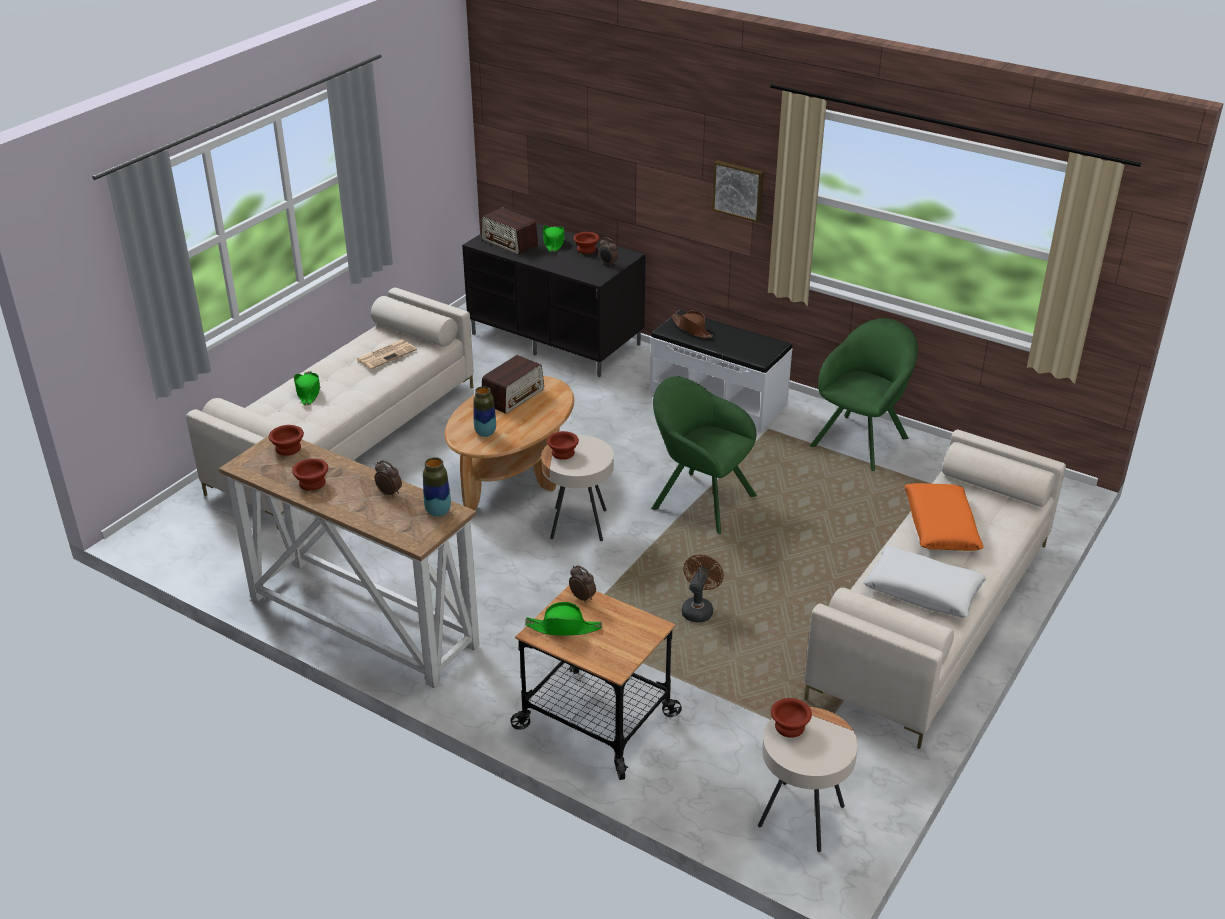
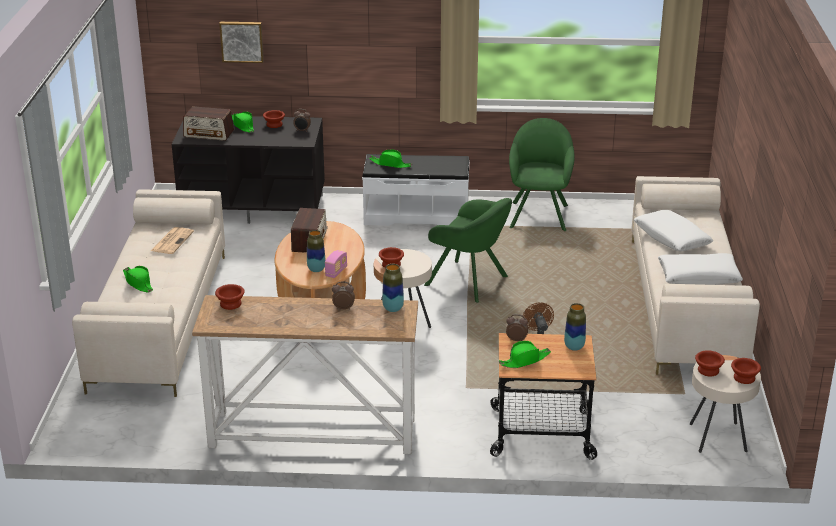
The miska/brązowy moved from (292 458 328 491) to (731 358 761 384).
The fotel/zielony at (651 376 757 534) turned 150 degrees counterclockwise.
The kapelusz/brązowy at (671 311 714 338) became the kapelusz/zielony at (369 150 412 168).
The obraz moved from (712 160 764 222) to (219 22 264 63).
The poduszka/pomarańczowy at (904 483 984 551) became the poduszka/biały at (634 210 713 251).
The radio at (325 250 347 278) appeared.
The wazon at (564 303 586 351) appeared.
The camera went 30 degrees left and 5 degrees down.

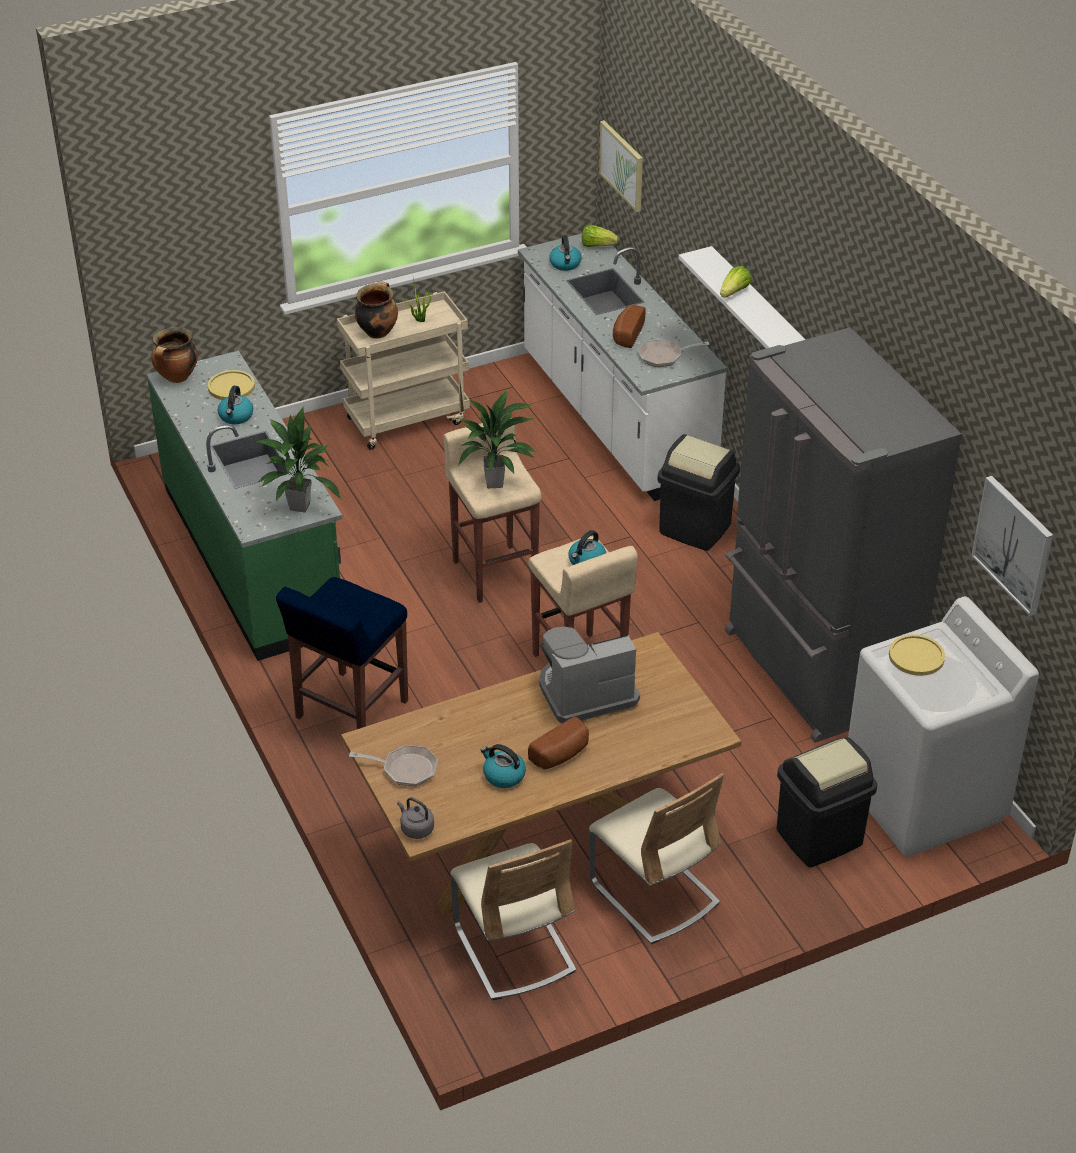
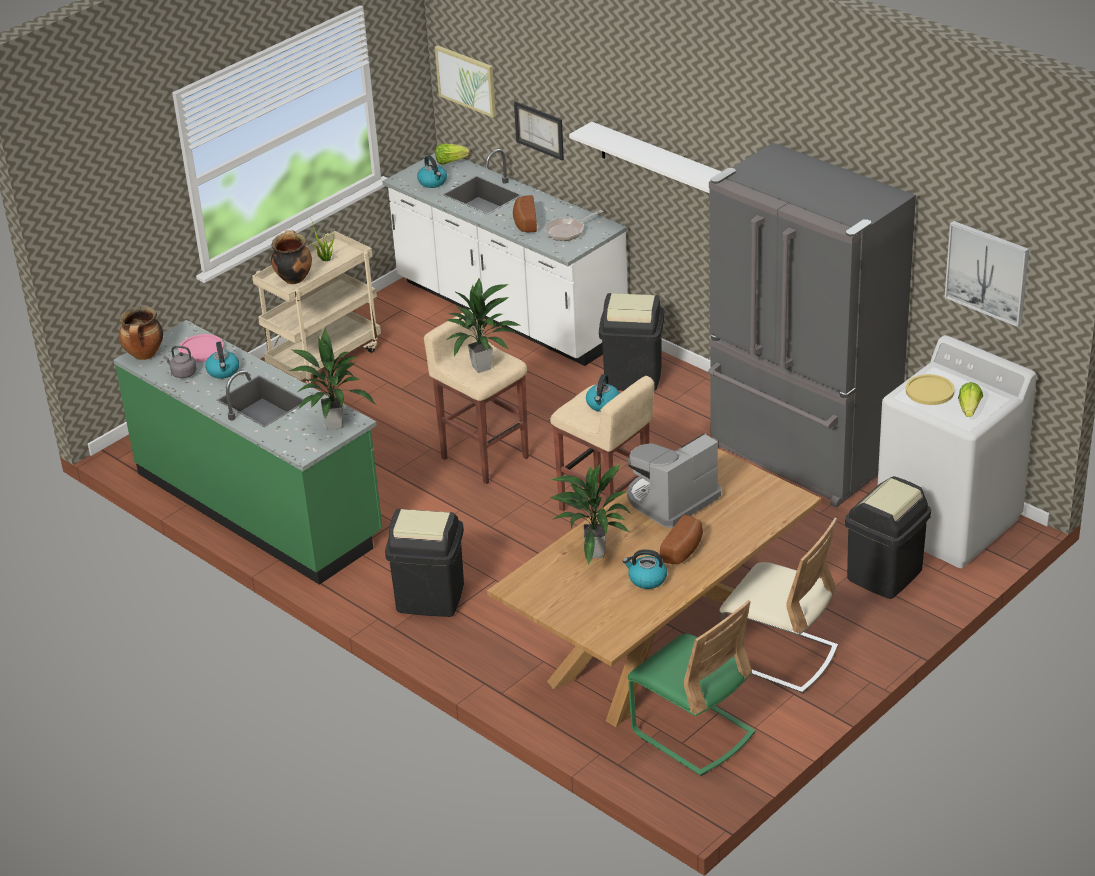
The talerz/żółty at (208 370 255 400) became the talerz/różowy at (179 334 224 362).
The stołek/niebieski at (276 577 408 729) was replaced by the kosz na śmieci/czarny at (385 508 464 617).
The patelnia at (349 745 438 786) disappeared.
The czajnik/szary moved from (397 797 434 839) to (163 346 197 378).
The krzesło/beżowy at (451 839 576 1000) became the krzesło/zielony at (628 600 755 776).
The sałata moved from (720 266 751 298) to (958 382 983 417).
The obraz at (514 101 564 161) appeared.
The roślina doniczkowa at (549 464 632 565) appeared.
The camera went 20 degrees left and 5 degrees down.

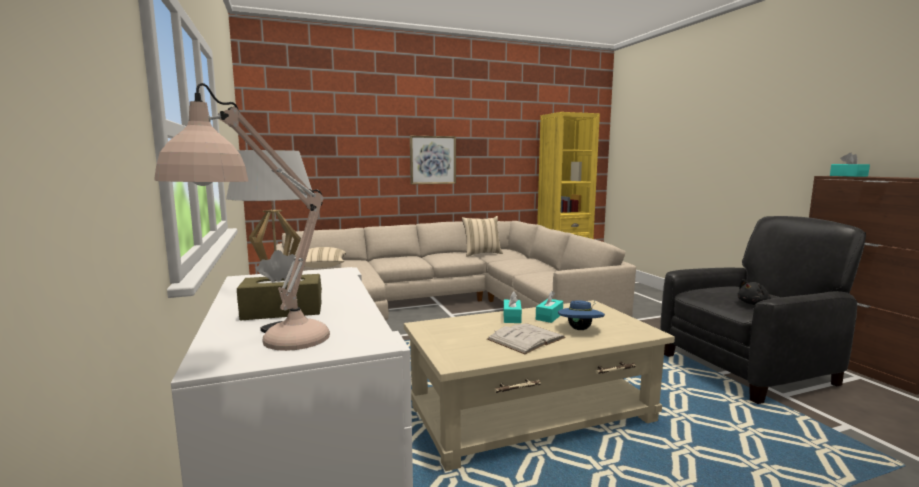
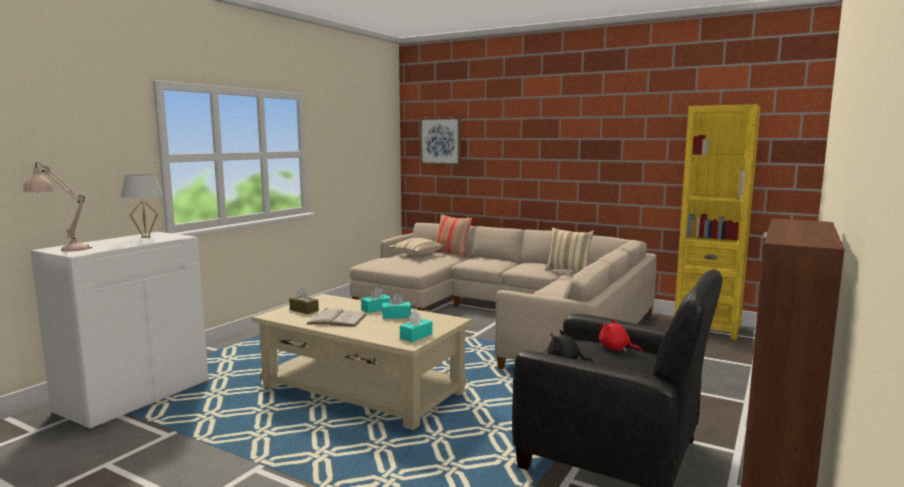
The pudełko chusteczek/brązowy moved from (237 250 322 321) to (289 288 319 314).
The obraz moved from (410 136 456 185) to (420 117 461 165).
The kapelusz/niebieski at (558 300 605 330) disappeared.
The pudełko chusteczek/turkusowy moved from (830 153 870 177) to (400 310 433 342).
The poduszka at (436 215 472 257) appeared.
The pluszak/czerwony at (599 318 642 352) appeared.
The camera went 50 degrees right and 0 degrees up.

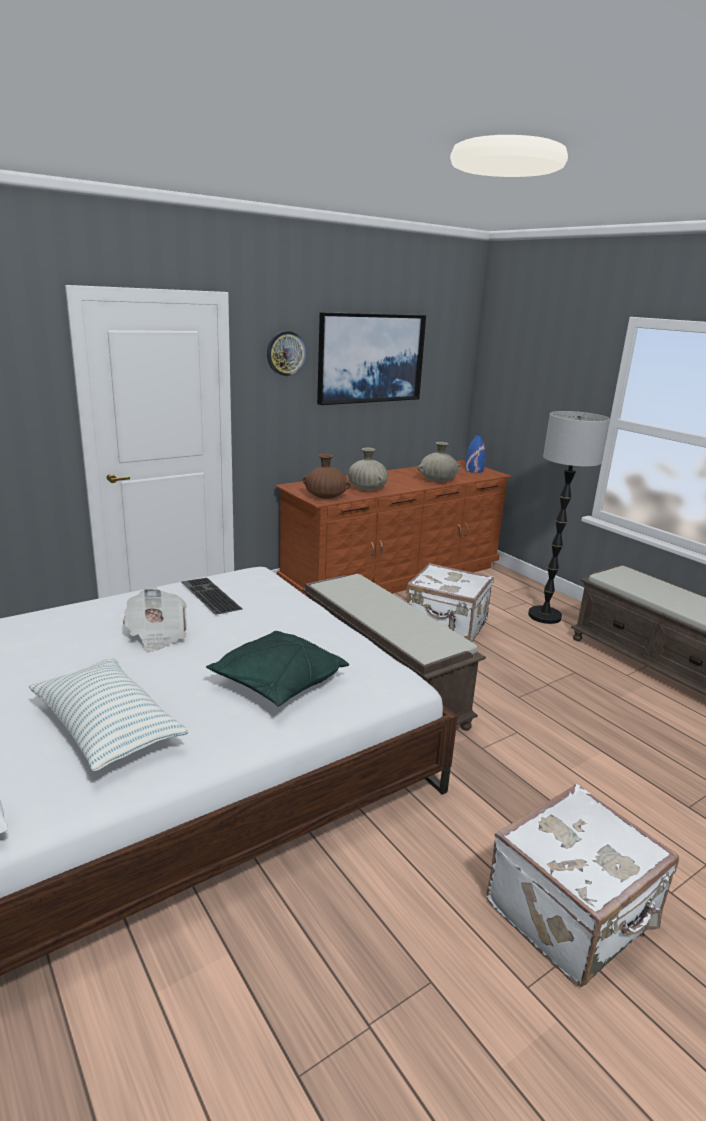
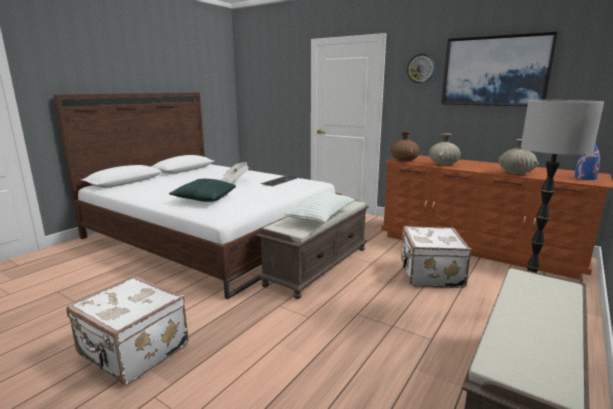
The poduszka moved from (29 658 188 771) to (285 192 354 223).
The camera went 70 degrees right and 5 degrees down.

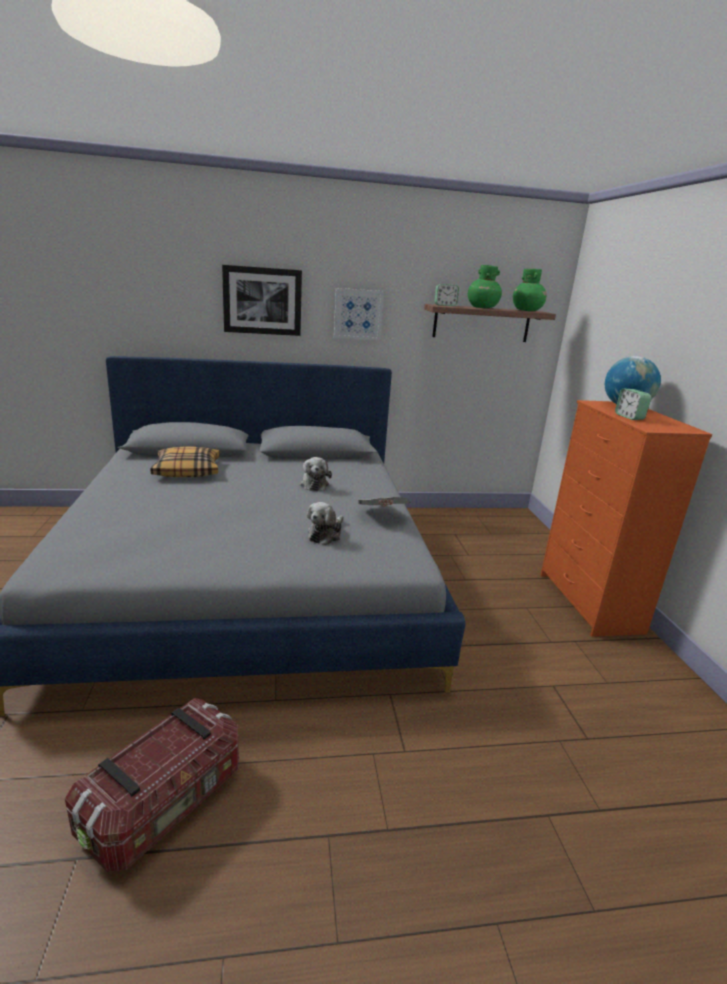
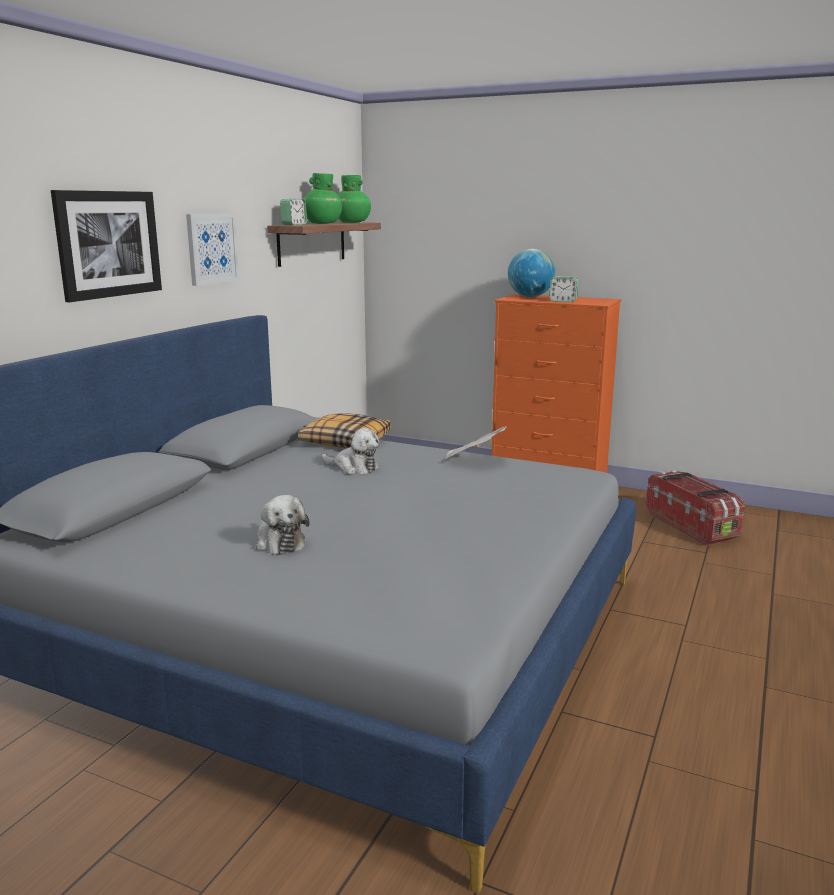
The pojemnik do przechowywania moved from (65 698 239 872) to (646 470 745 546).
The poduszka moved from (150 446 220 477) to (298 413 391 448).
The pluszak moved from (307 502 343 545) to (256 495 309 555).
The camera went 55 degrees left and 5 degrees down.

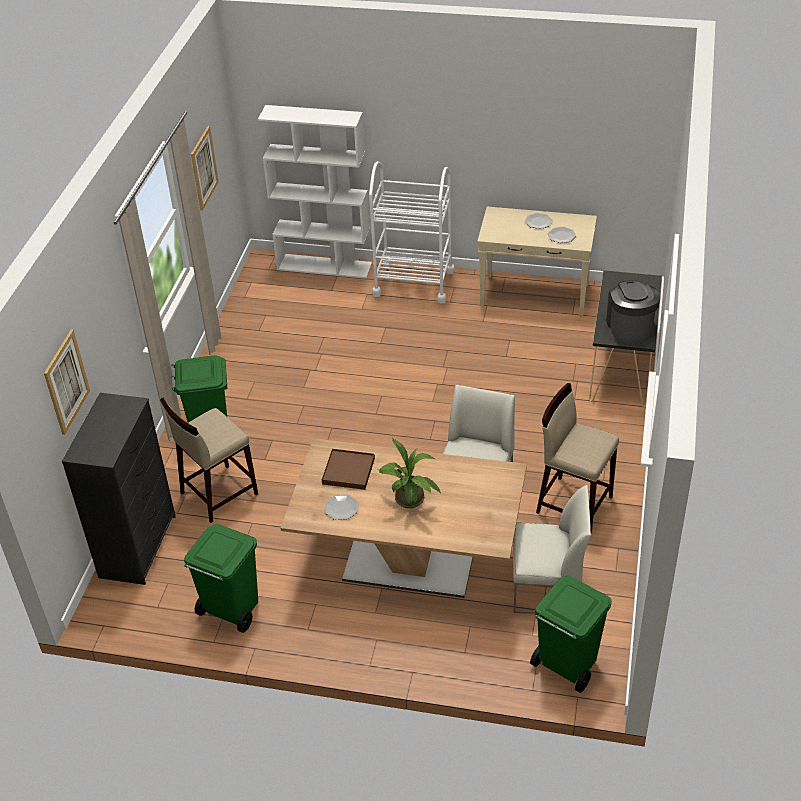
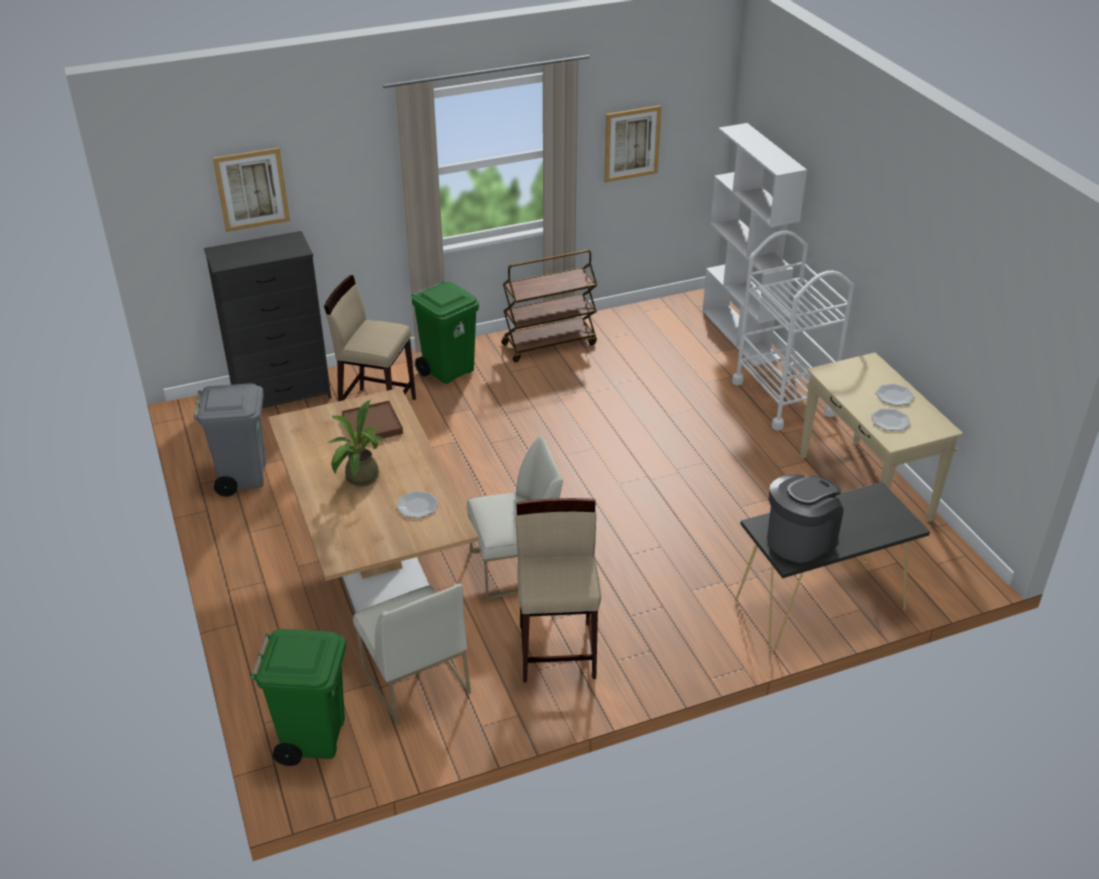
The kosz na śmieci/zielony at (184 524 258 633) became the kosz na śmieci/szary at (193 383 266 497).
The talerz moved from (325 494 358 520) to (396 491 438 518).
The wózek/brązowy at (501 250 597 362) appeared.
The camera went 55 degrees right and 5 degrees down.

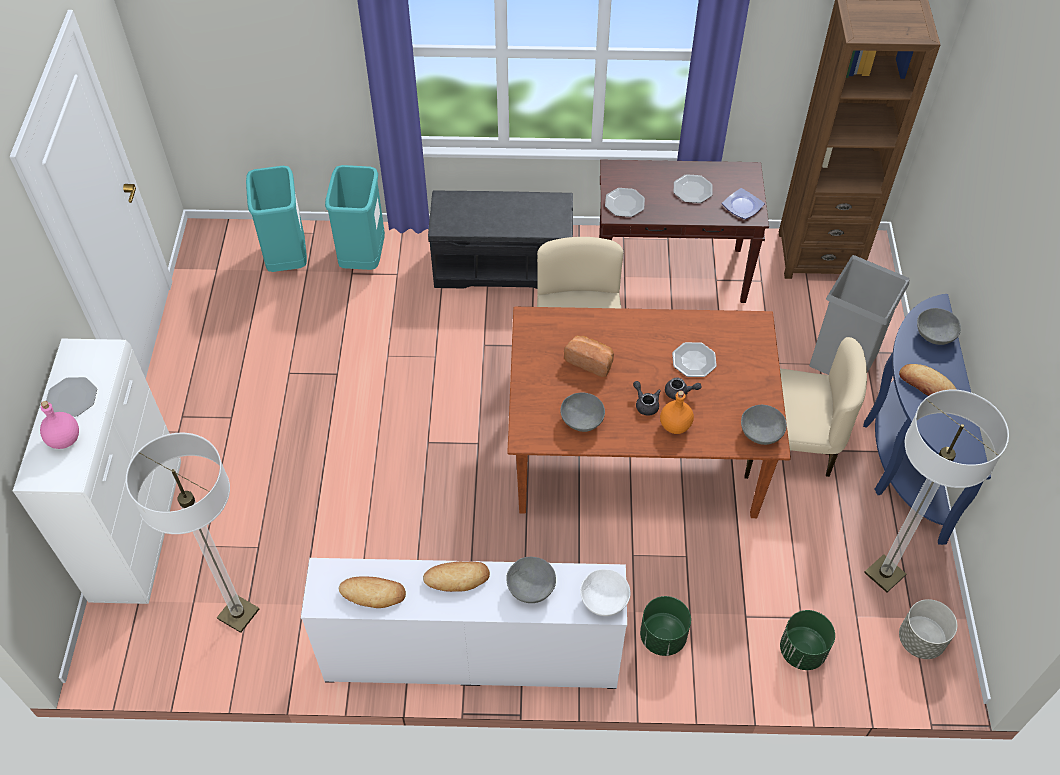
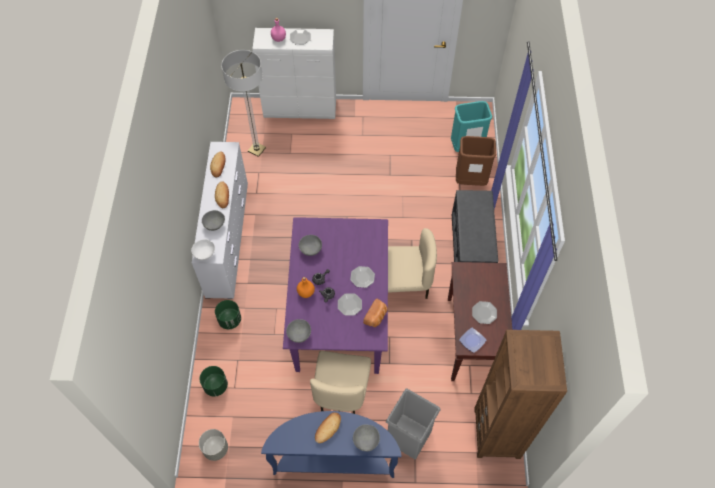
The kosz na śmieci/turkusowy at (325 165 385 270) became the kosz na śmieci/brązowy at (456 136 496 186).
The stół jadalny/brązowy at (507 307 791 518) became the stół jadalny/fioletowy at (283 217 388 374).
The chleb moved from (564 336 614 377) to (363 298 388 327).
The talerz moved from (605 188 645 217) to (350 266 375 288).
The lampa stojąca at (864 390 1009 592) disappeared.
The camera went 90 degrees right and 5 degrees up.

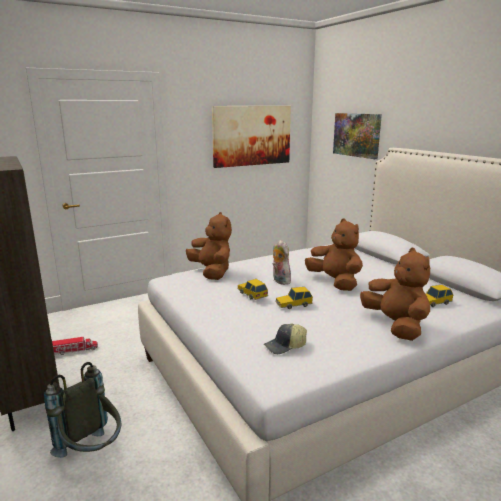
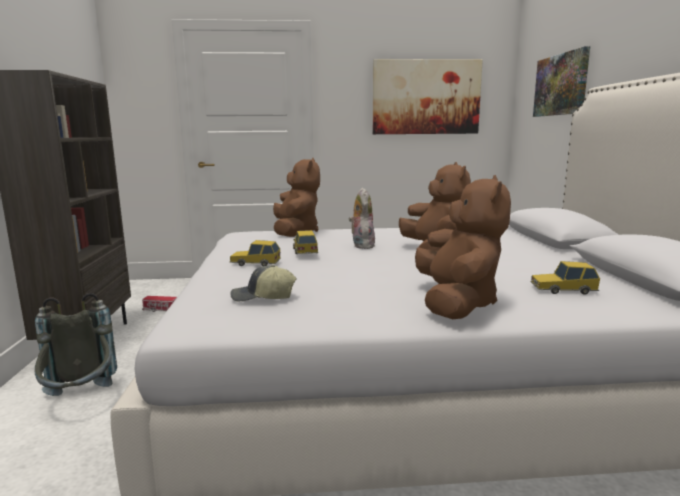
The samochodzik moved from (275 287 313 309) to (230 240 281 266).
The camera went 25 degrees right and 5 degrees down.

